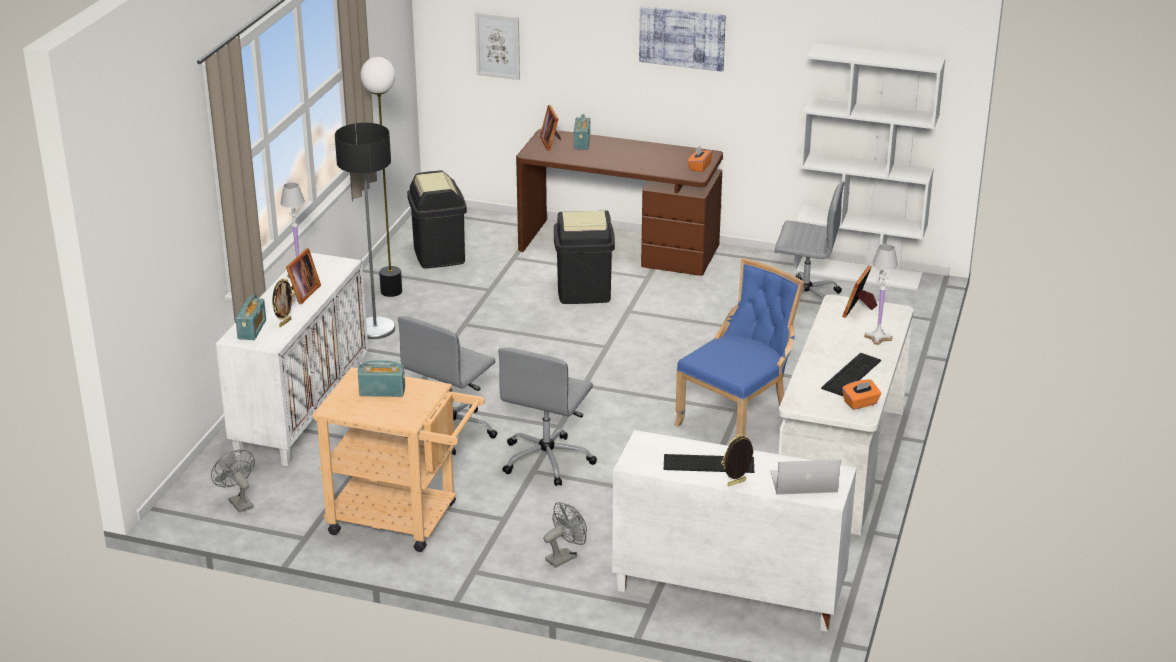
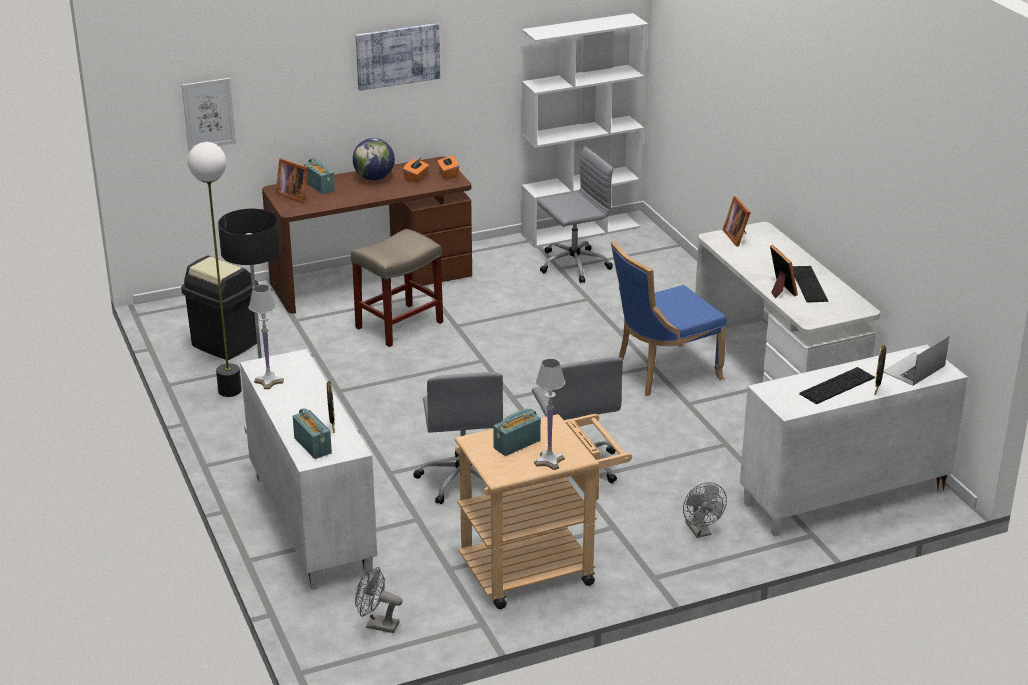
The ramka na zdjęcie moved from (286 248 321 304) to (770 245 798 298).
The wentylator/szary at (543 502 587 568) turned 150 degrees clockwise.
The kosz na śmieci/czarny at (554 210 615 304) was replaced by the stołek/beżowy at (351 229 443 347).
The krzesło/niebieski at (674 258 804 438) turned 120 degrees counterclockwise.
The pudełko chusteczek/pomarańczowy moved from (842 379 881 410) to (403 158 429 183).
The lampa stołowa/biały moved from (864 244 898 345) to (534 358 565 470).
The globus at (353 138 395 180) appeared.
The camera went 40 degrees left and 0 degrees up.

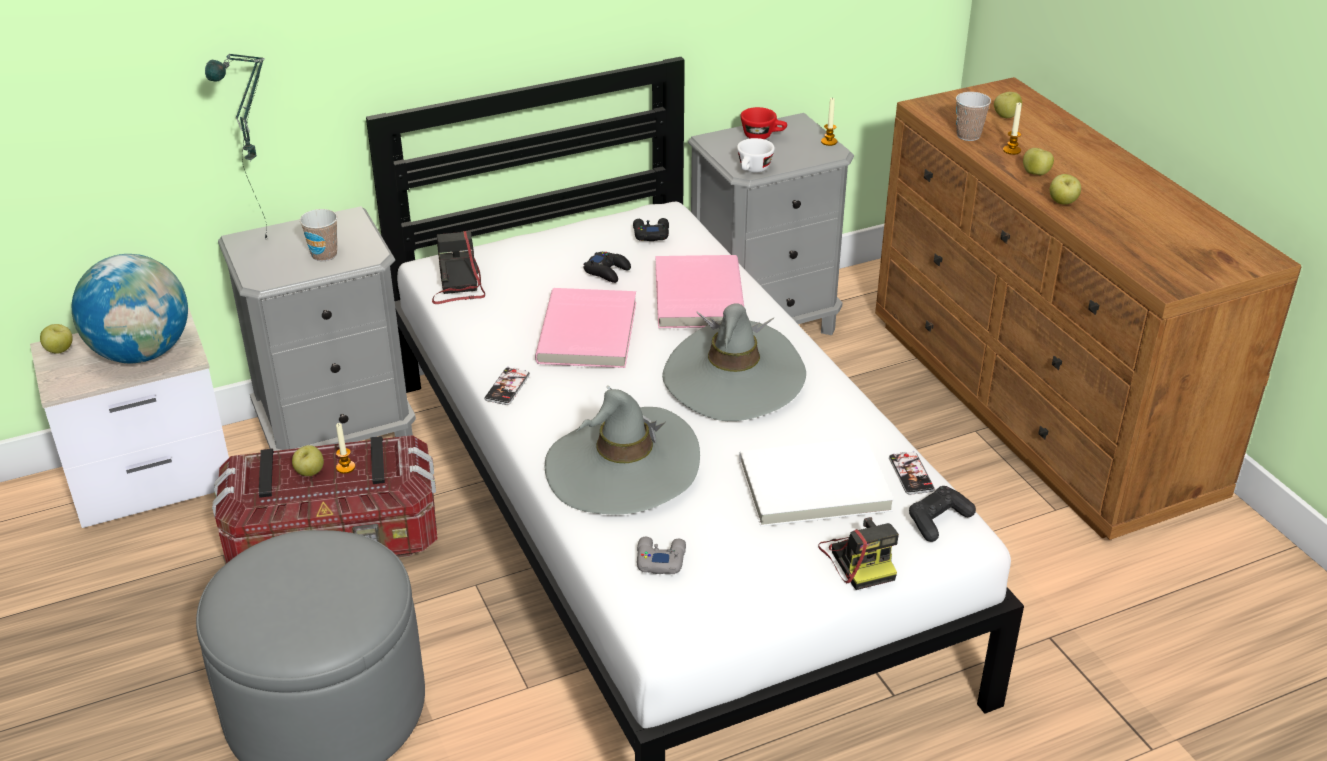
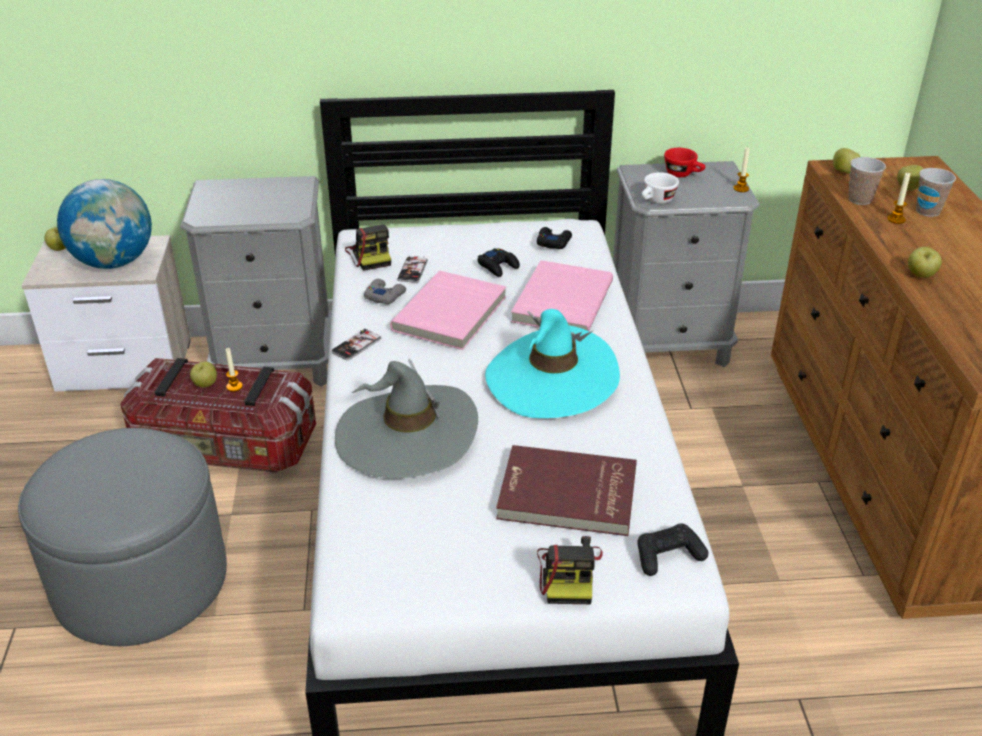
The lampa stołowa at (205 54 267 238) disappeared.
The filiżanka moved from (300 209 338 261) to (916 168 956 217).
The aparat fotograficzny at (432 231 485 304) turned 150 degrees clockwise.
The pad do gier/szary moved from (637 537 686 574) to (364 279 406 304).
The kapelusz/szary at (662 303 806 421) became the kapelusz/turkusowy at (485 309 620 418).
The książka/biały at (739 438 894 527) became the książka/czerwony at (496 445 637 536).
The telefon moved from (889 451 935 495) to (397 255 428 283).
The jabłko moved from (1023 148 1054 175) to (833 148 860 174).
The camera went 20 degrees right and 0 degrees up.

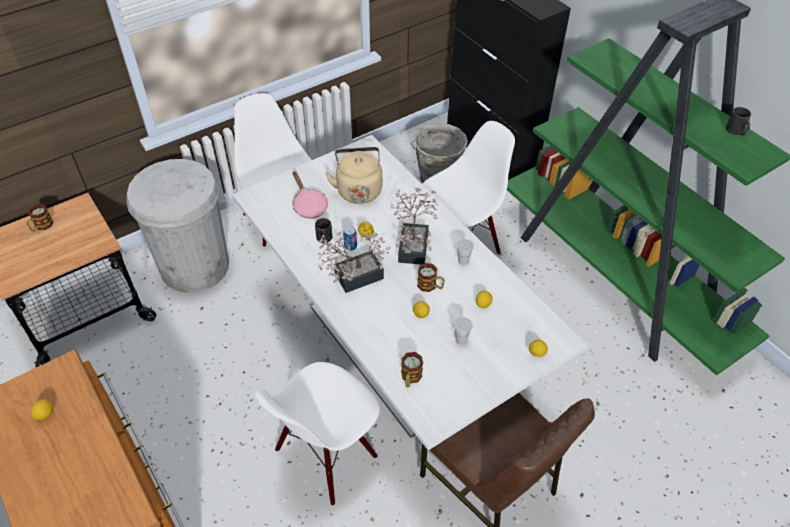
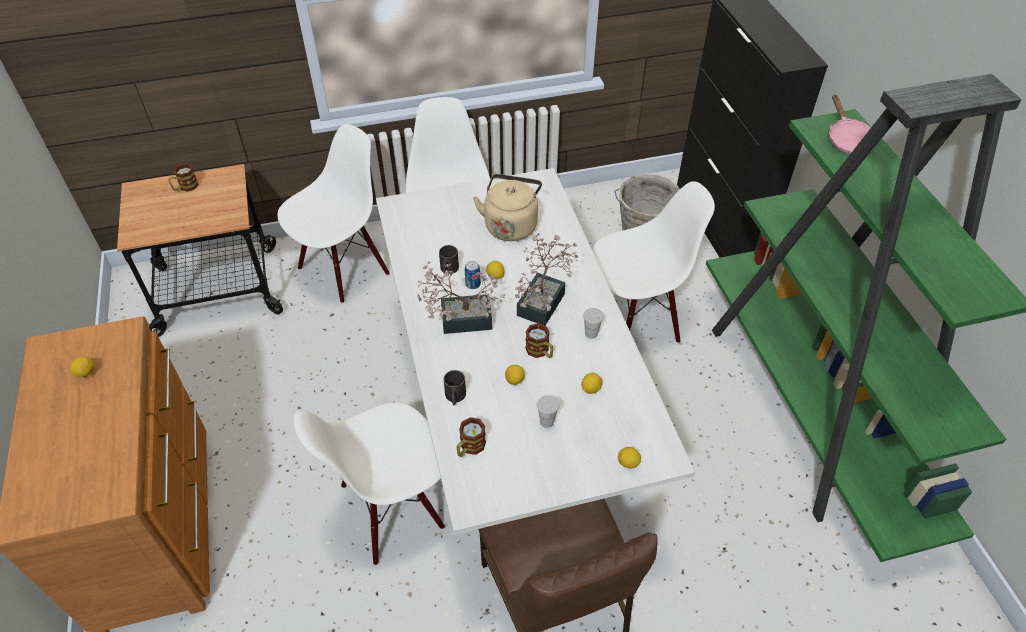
The kosz na śmieci/biały at (126 159 229 293) was replaced by the krzesło/biały at (278 124 390 303).
The patelnia/różowy moved from (292 171 328 219) to (829 94 871 154).
The kubek/czarny moved from (725 107 751 136) to (444 370 466 405).
The camera went 20 degrees right and 0 degrees up.

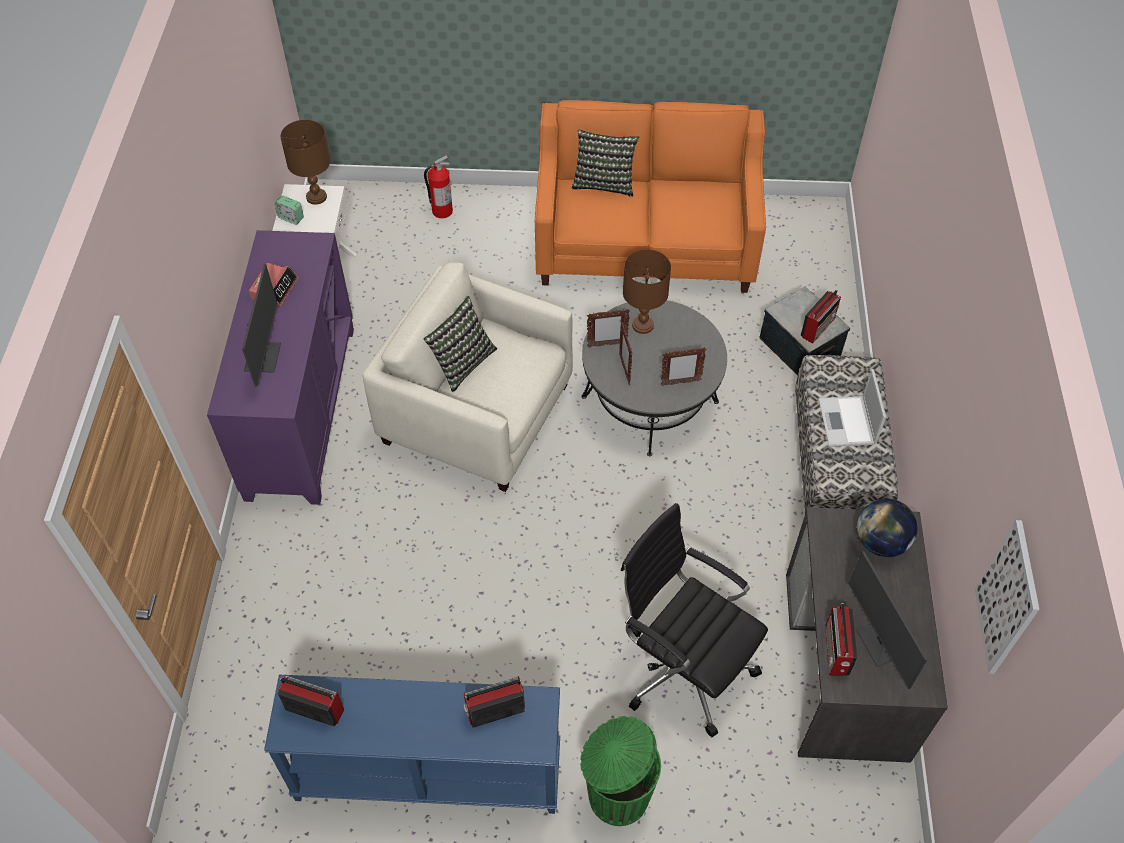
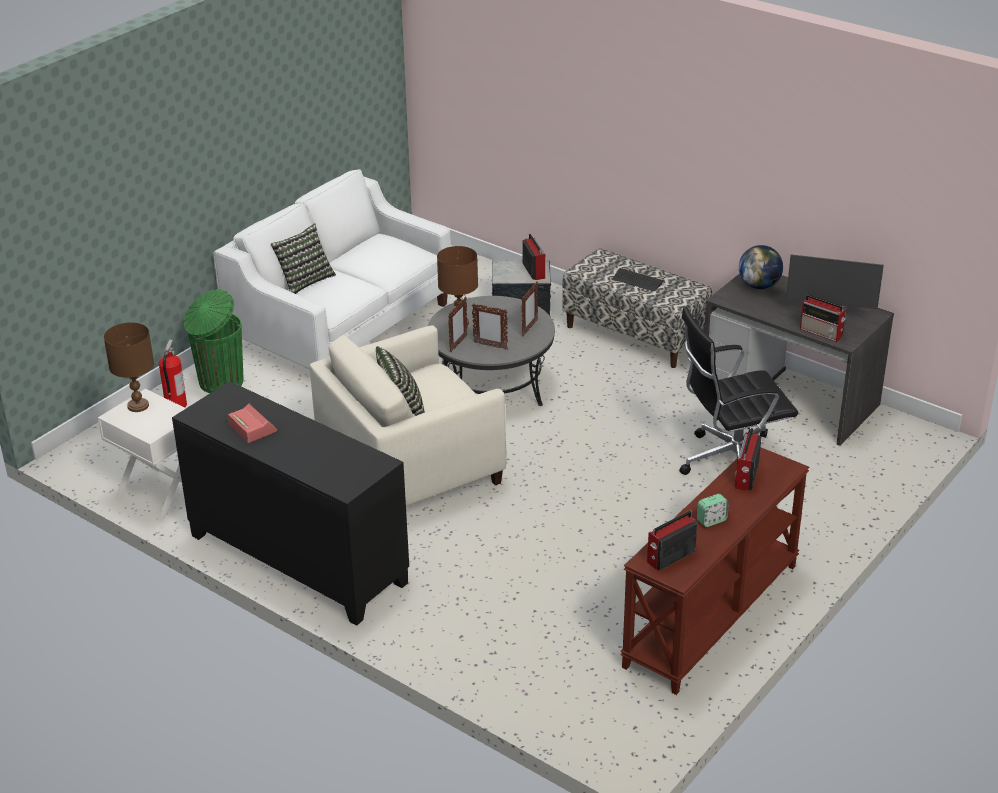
The szafka/fioletowy at (207 230 354 505) became the szafka/czarny at (172 381 409 626).
The monitor at (242 264 281 387) disappeared.
The stolik konsolowy/niebieski at (264 675 560 814) became the stolik konsolowy/brązowy at (620 448 809 695).
The budzik moved from (275 196 304 225) to (697 494 729 527).
The kanapa/pomarańczowy at (535 100 766 293) became the kanapa/biały at (213 169 451 369).
The kosz na śmieci/zielony moved from (580 716 661 826) to (183 289 243 393).
The laptop at (819 369 886 447) was replaced by the klawiatura at (613 268 663 291).
The obraz at (975 520 1040 674) disappeared.
The camera went 55 degrees left and 20 degrees down.

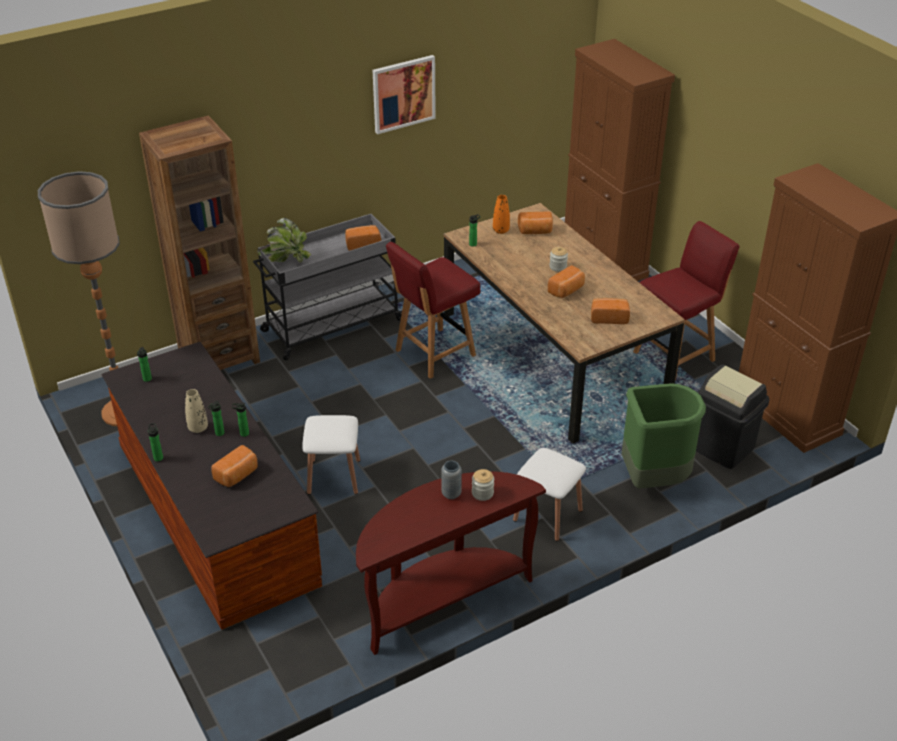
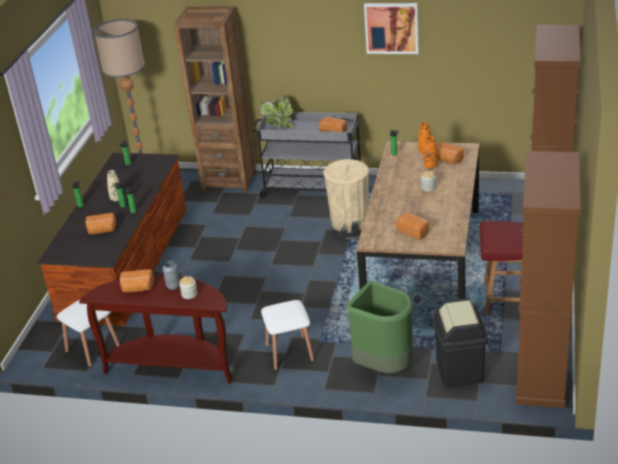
The stołek/biały moved from (302 415 360 495) to (57 299 120 367).
The krzesło/czerwony at (386 242 480 379) was replaced by the kosz na śmieci/beżowy at (323 159 369 239).
The chleb moved from (548 265 585 298) to (120 269 154 293).
The wazon/pomarańczowy at (424 136 438 169) appeared.
The camera went 45 degrees right and 5 degrees down.

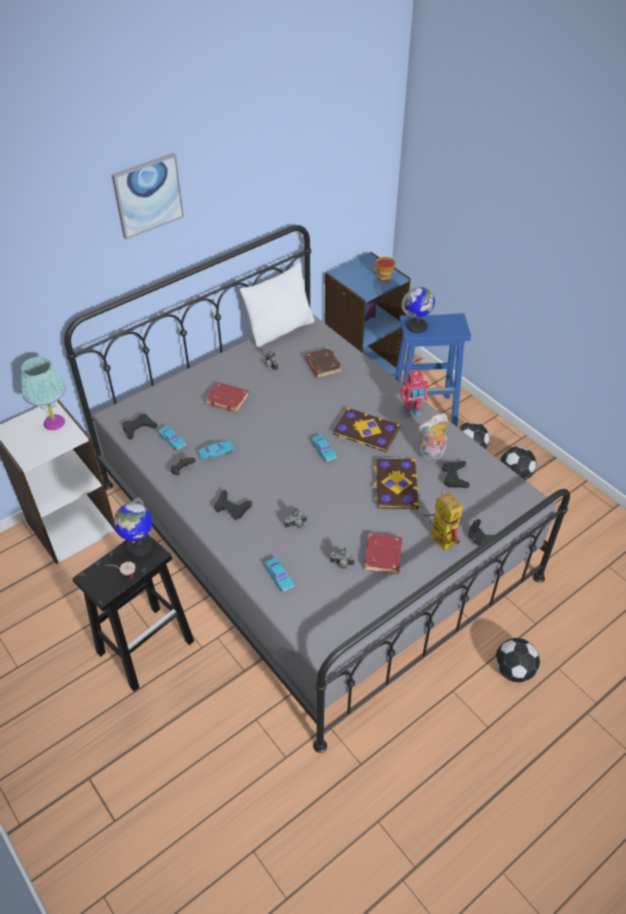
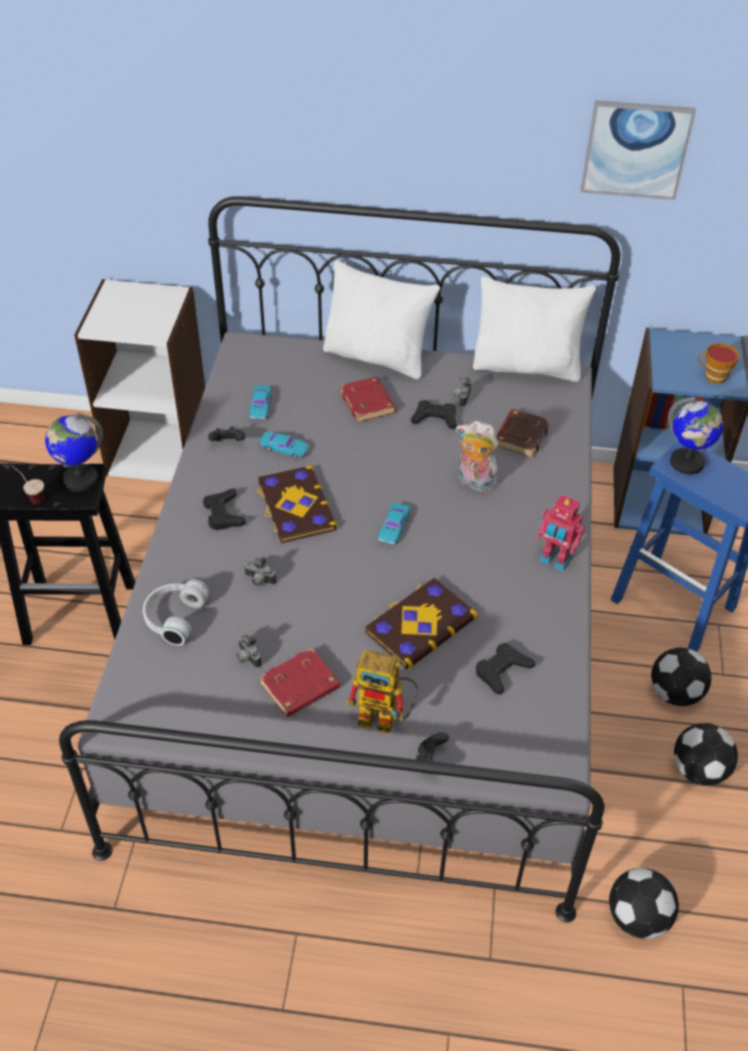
The lampa stołowa/turkusowy at (21 357 66 430) disappeared.
The obraz moved from (112 153 184 240) to (581 100 696 200).
The pad do gier/czarny moved from (122 414 157 439) to (411 400 457 429).
The samochodzik/turkusowy at (265 557 295 592) was replaced by the słuchawki/biały at (143 579 209 646).
The książka moved from (333 407 400 452) to (256 465 338 543).
The pluszak moved from (418 413 449 460) to (456 421 498 492).
The robot zabawkowy at (420 490 463 551) turned 90 degrees clockwise.
The piłka futbolowa moved from (495 638 540 682) to (609 868 679 939).
The poduszka/biały at (323 260 440 379) appeared.
The camera went 45 degrees right and 0 degrees up.

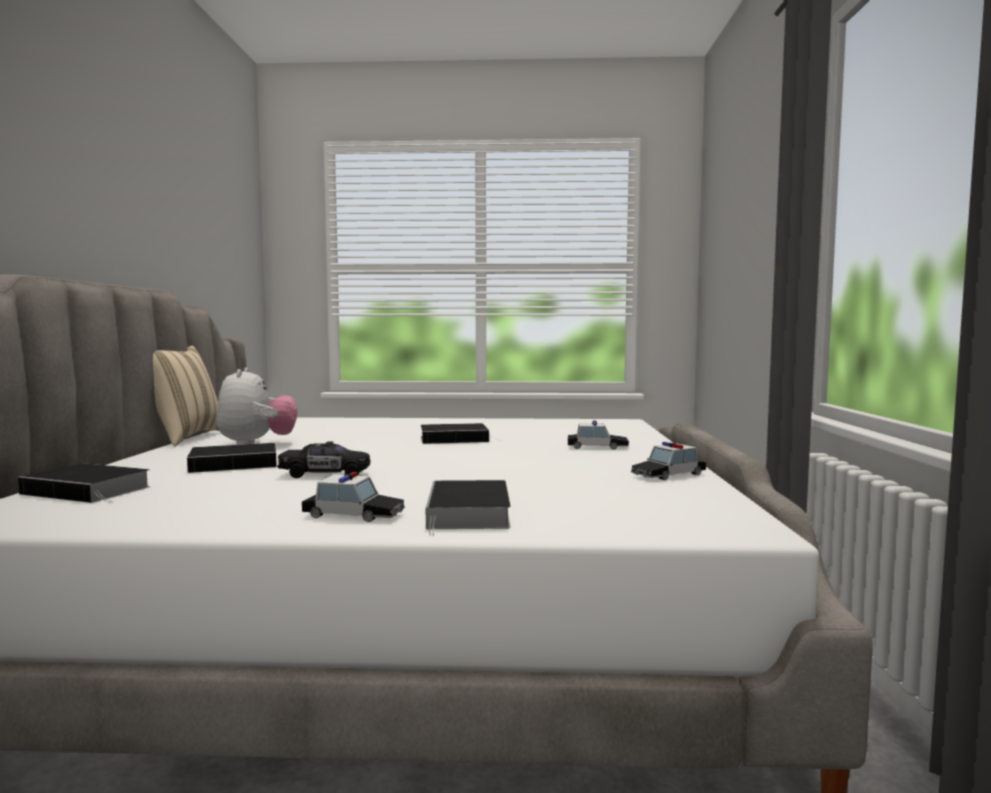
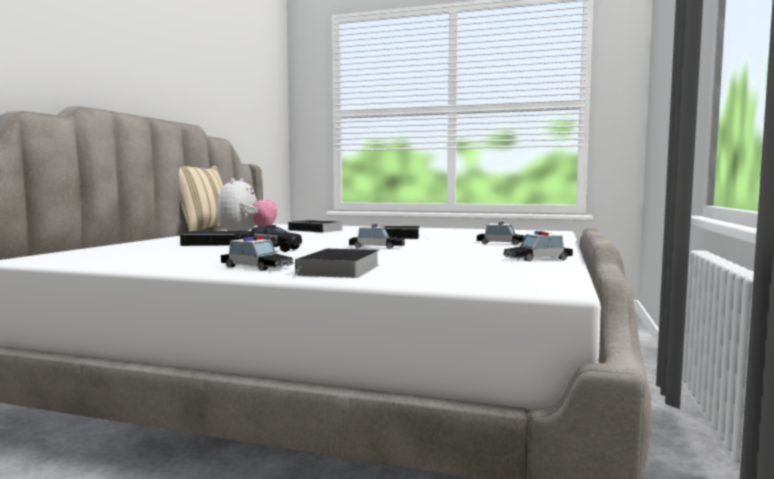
The książka moved from (18 463 151 503) to (288 220 342 233).
The samochodzik at (349 224 405 249) appeared.
The camera went 15 degrees right and 0 degrees up.

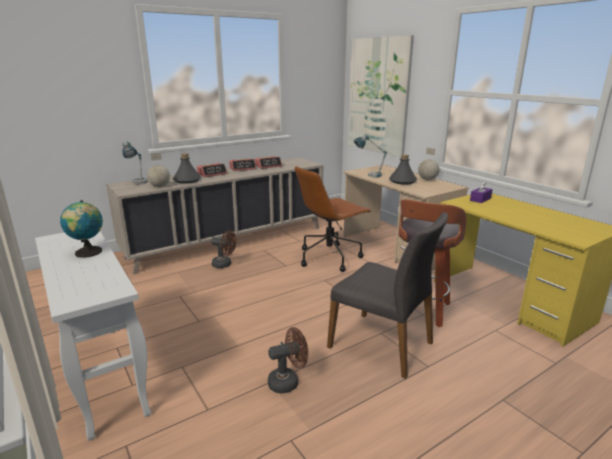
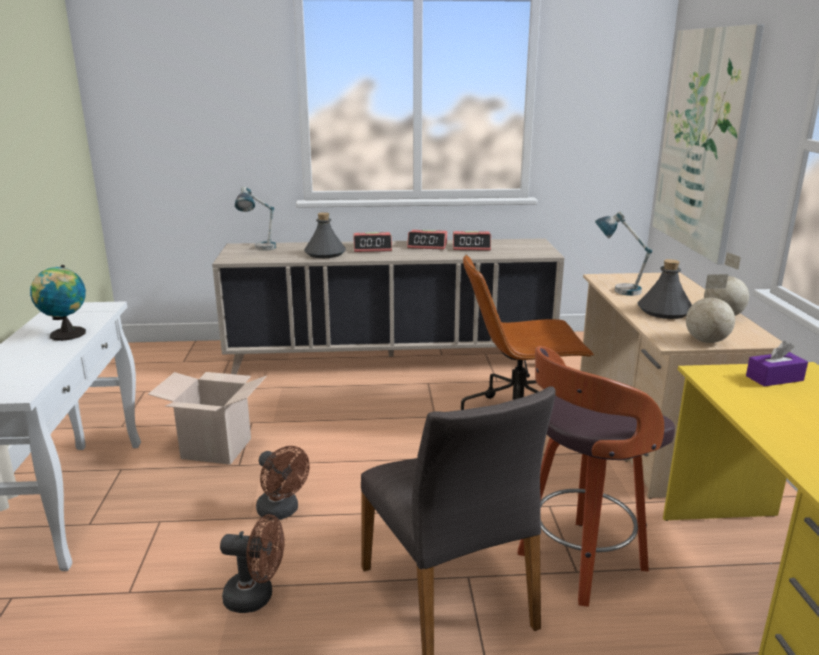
The globus moved from (147 153 170 187) to (686 274 735 343).
The wentylator/brązowy moved from (211 230 236 268) to (256 446 310 520).
The karton at (148 372 267 465) appeared.
The camera went 30 degrees right and 0 degrees up.

